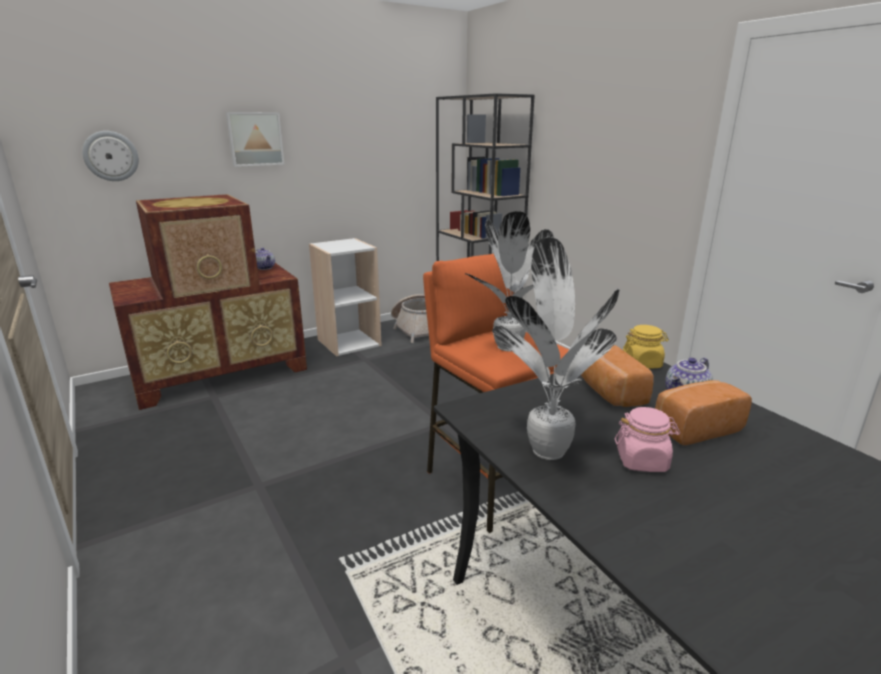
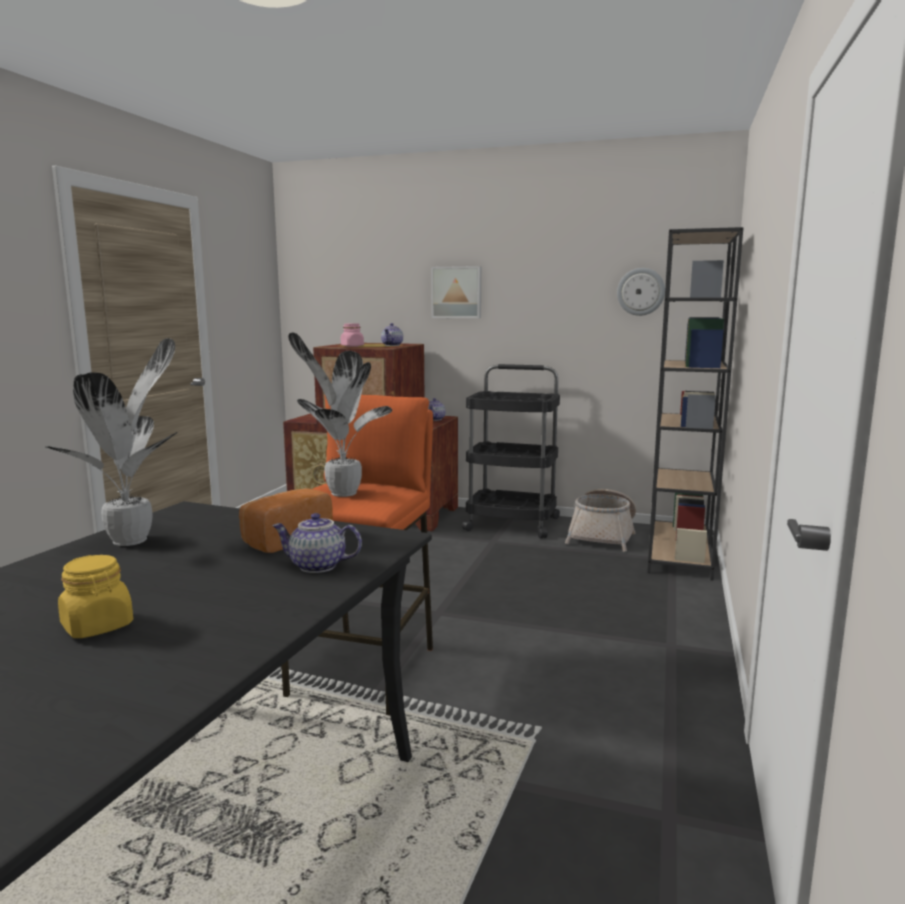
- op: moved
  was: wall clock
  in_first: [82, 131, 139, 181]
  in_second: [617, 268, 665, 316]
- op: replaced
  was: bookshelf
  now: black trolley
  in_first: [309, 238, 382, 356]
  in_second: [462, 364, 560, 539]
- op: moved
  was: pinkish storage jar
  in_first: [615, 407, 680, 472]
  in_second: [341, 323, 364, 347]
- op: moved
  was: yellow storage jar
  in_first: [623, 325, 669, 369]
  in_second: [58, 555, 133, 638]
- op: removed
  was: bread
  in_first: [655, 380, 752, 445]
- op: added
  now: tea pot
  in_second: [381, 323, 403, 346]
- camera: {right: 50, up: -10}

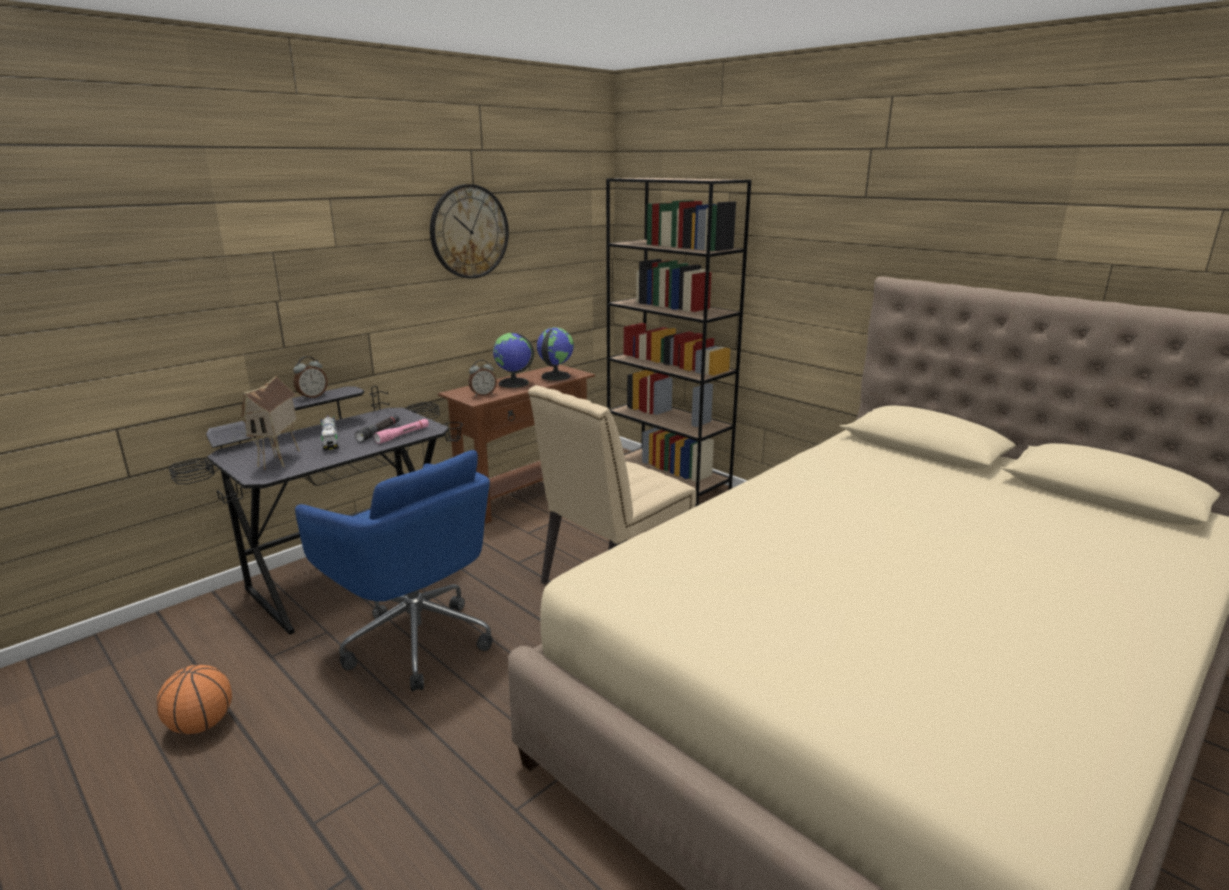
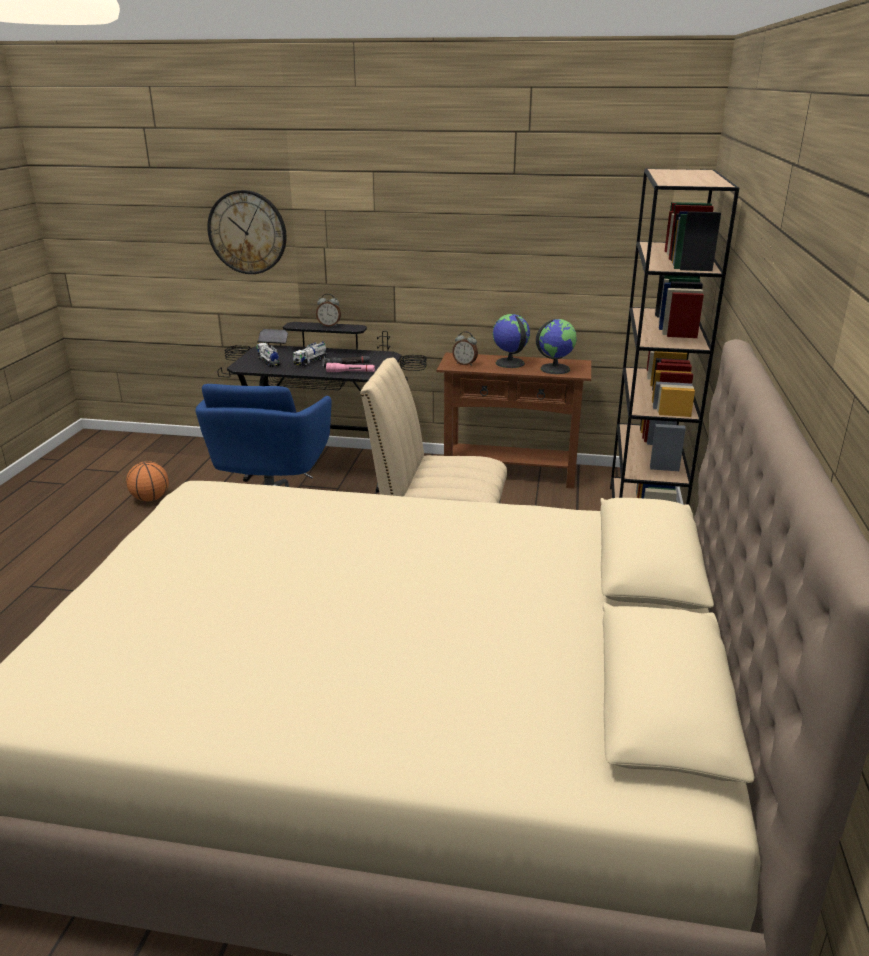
- op: replaced
  was: model house
  now: toy truck
  in_first: [241, 376, 300, 470]
  in_second: [256, 343, 280, 367]
- op: moved
  was: wall clock
  in_first: [430, 184, 509, 279]
  in_second: [207, 190, 287, 274]
- camera: {right: 55, up: 5}

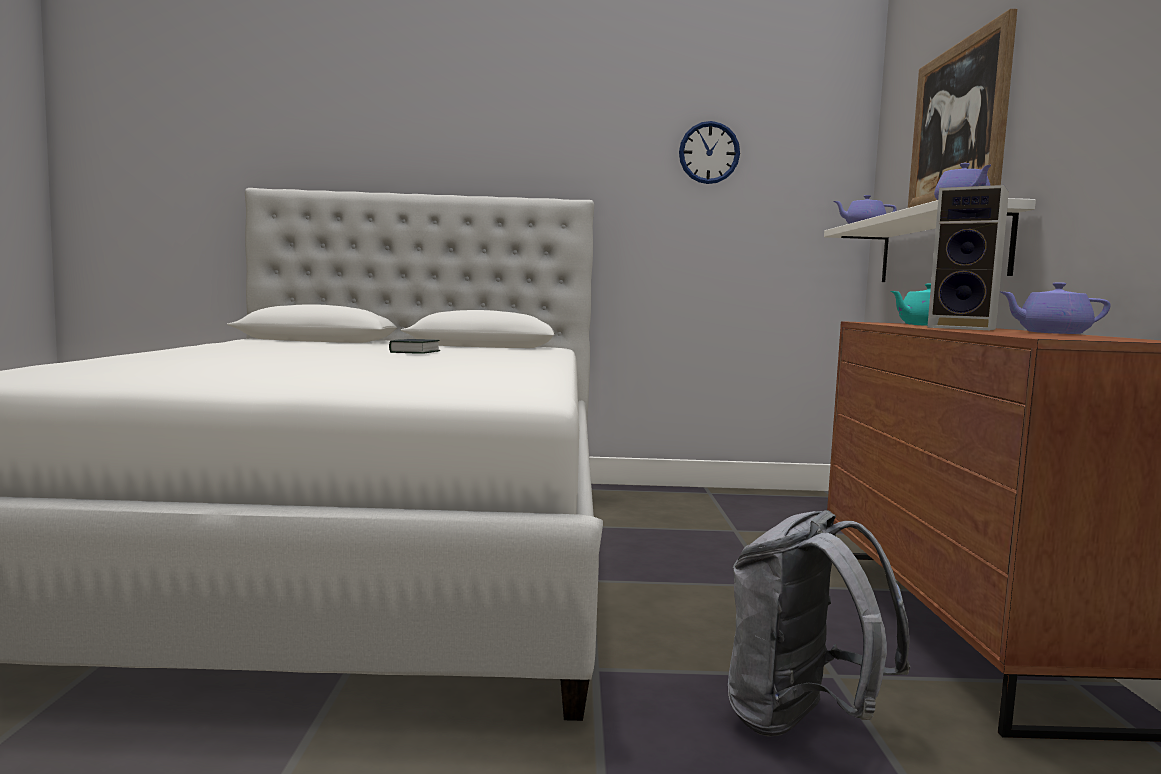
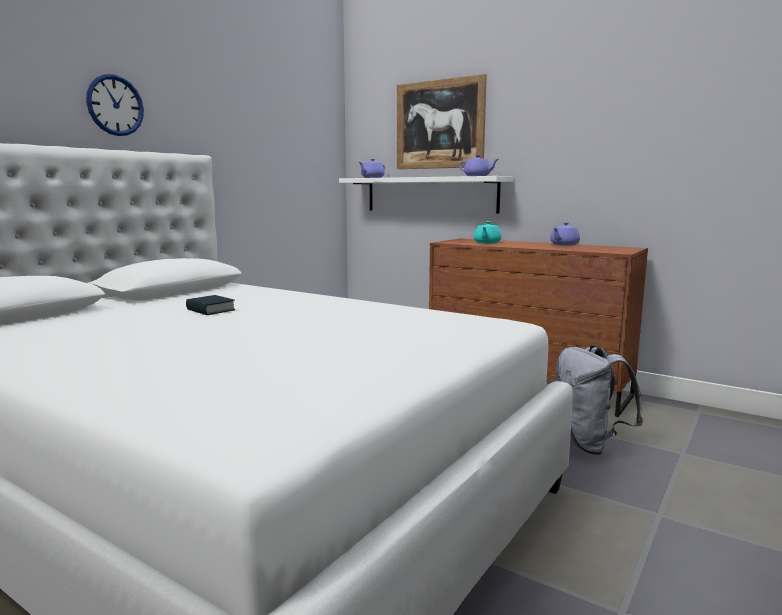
- op: moved
  was: wall clock
  in_first: [679, 121, 740, 184]
  in_second: [86, 74, 144, 136]
- op: removed
  was: loudspeaker
  in_first: [927, 185, 1009, 330]
- camera: {right: -55, up: 5}

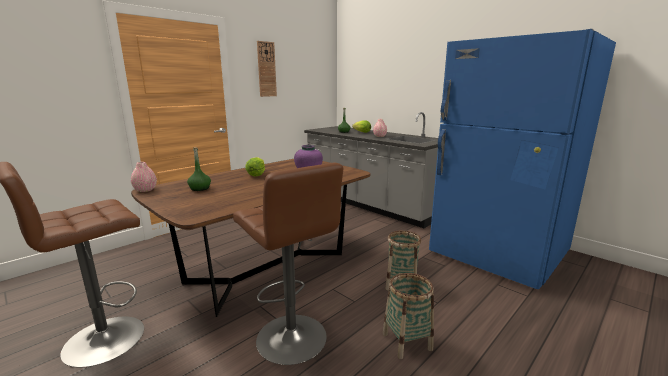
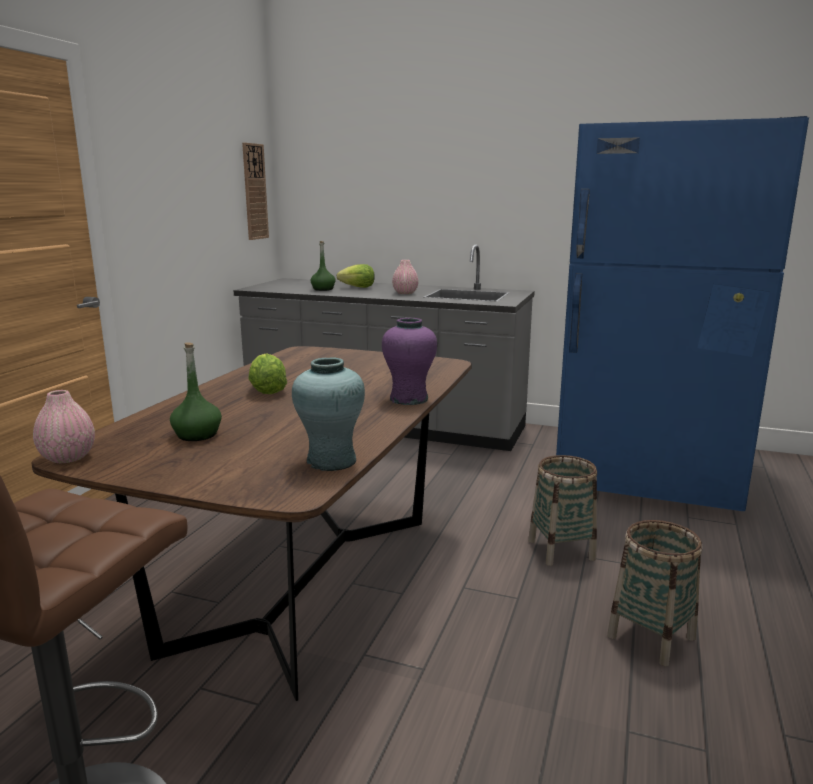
- op: removed
  was: brown-coloured stool
  in_first: [233, 163, 343, 365]
- op: moved
  was: wall clock
  in_first: [257, 41, 277, 97]
  in_second: [242, 143, 269, 240]
- op: added
  now: turquoise decorative vase
  in_second: [292, 358, 365, 471]
- camera: {right: -25, up: 0}

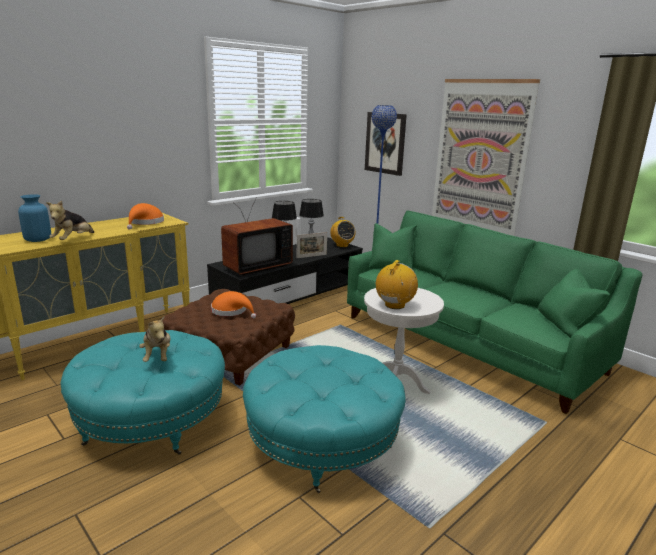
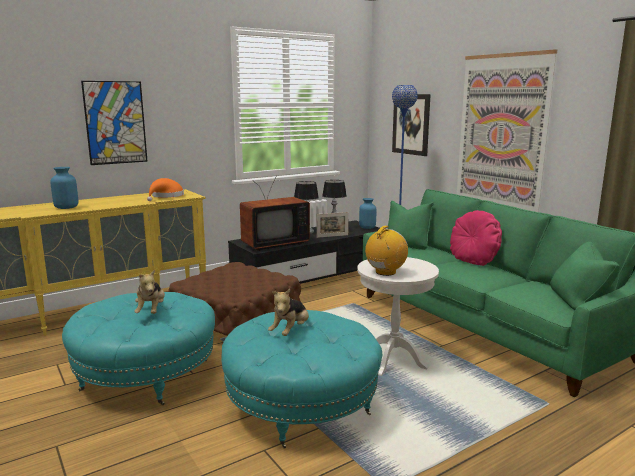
- op: moved
  was: soft toy
  in_first: [46, 200, 94, 240]
  in_second: [268, 289, 309, 336]
- op: removed
  was: orange wearable hat
  in_first: [211, 291, 256, 318]
- op: replaced
  was: radio receiver
  now: blue-coloured decorative vase
  in_first: [330, 217, 356, 247]
  in_second: [359, 198, 377, 229]
- op: added
  now: wall picture
  in_second: [81, 81, 148, 165]
- op: added
  now: pinkish throw pillow
  in_second: [450, 210, 502, 266]
- camera: {right: 10, up: -5}

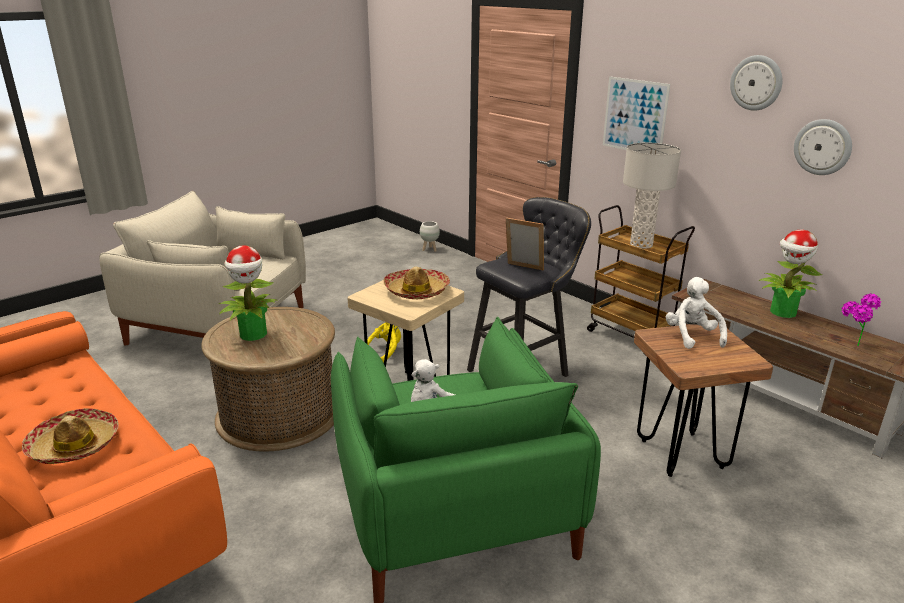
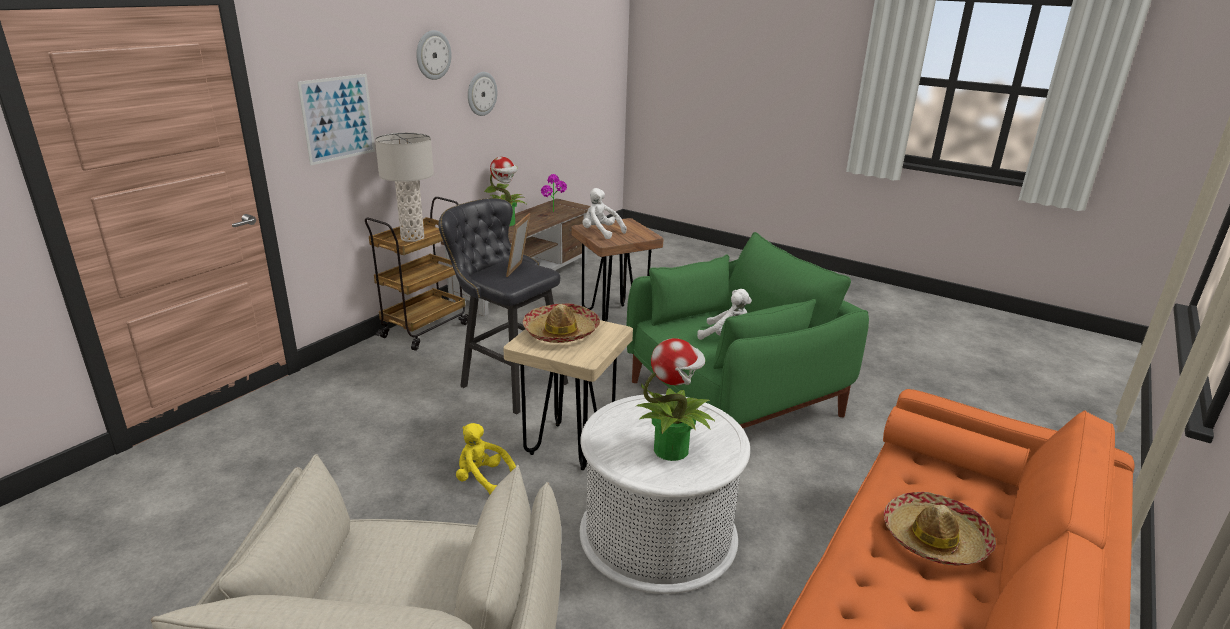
- op: recoloured
  was: brown-coloured low table
  now: white low table
  in_first: [201, 307, 335, 451]
  in_second: [580, 394, 750, 594]
- op: removed
  was: white flower pot
  in_first: [420, 221, 440, 252]
- op: turned
  was: white soft toy
  in_first: [666, 277, 727, 349]
  in_second: [583, 188, 627, 239]
  clockwise: 60
- camera: {right: -105, up: 0}

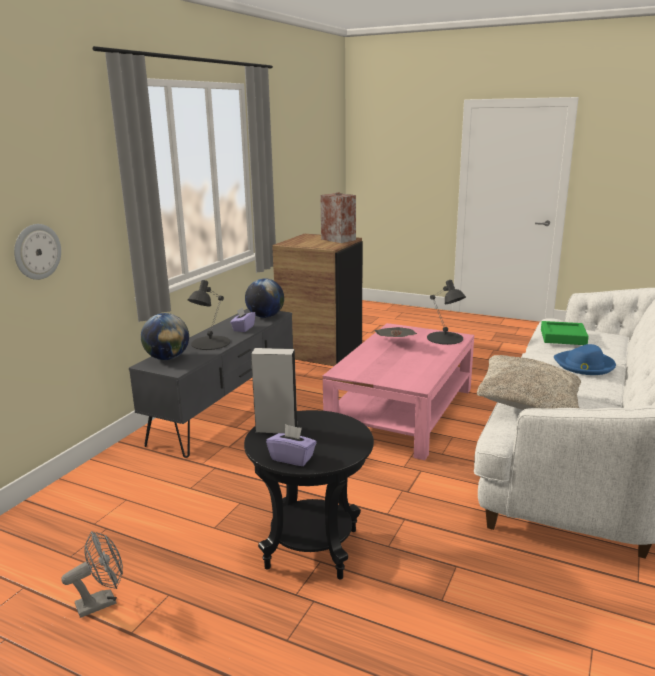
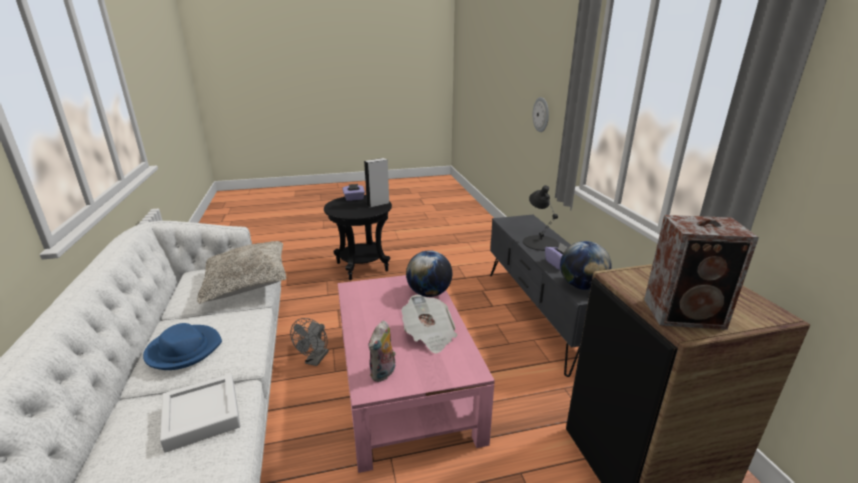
- op: moved
  was: gray fan
  in_first: [61, 531, 123, 618]
  in_second: [290, 318, 329, 366]
- op: moved
  was: world globe
  in_first: [141, 313, 189, 360]
  in_second: [406, 250, 452, 297]
- op: replaced
  was: black table lamp
  now: soft toy
  in_first: [427, 280, 466, 345]
  in_second: [368, 321, 396, 382]
- op: recoloured
  was: green-coloured tray
  now: white tray
  in_first: [541, 321, 589, 345]
  in_second: [160, 374, 240, 453]
- camera: {right: 140, up: 5}

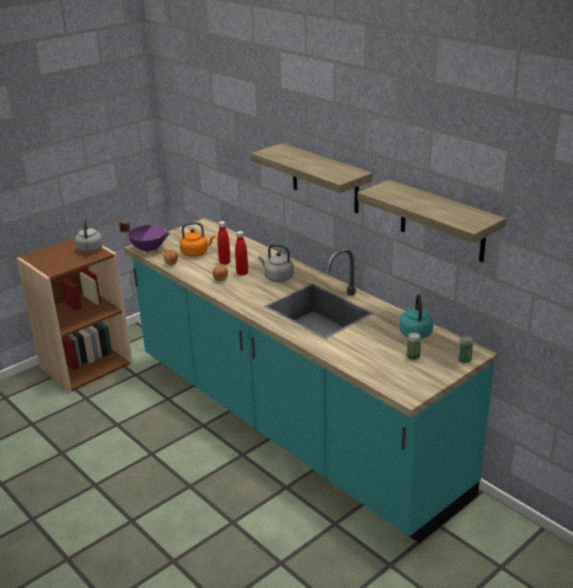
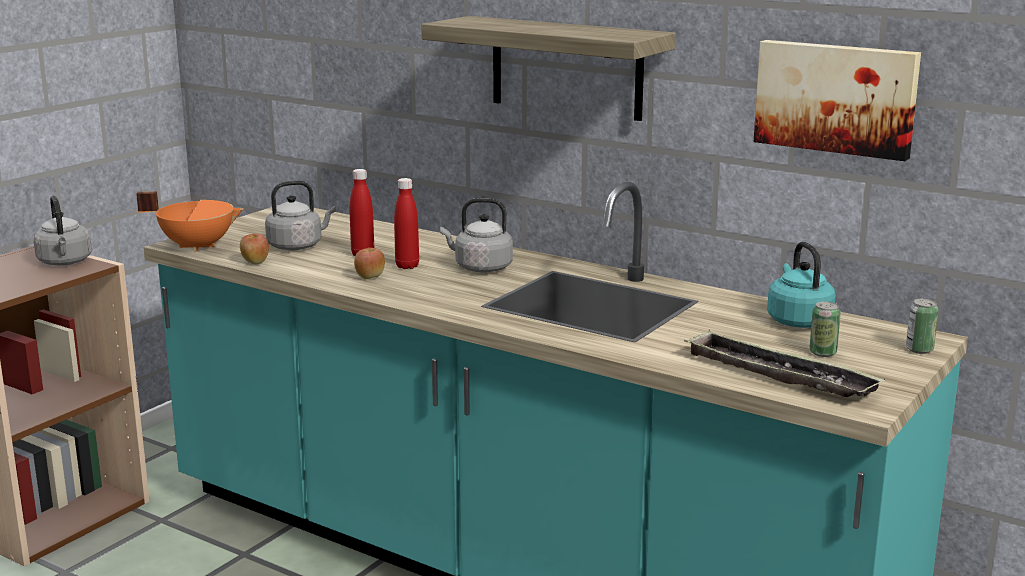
- op: recoloured
  was: purple stockpot
  now: orange stockpot
  in_first: [119, 222, 170, 254]
  in_second: [136, 191, 243, 252]
- op: recoloured
  was: orange kettle
  now: gray kettle
  in_first: [180, 222, 215, 257]
  in_second: [265, 181, 336, 250]
- op: replaced
  was: bracket shelf
  now: wall picture
  in_first: [357, 180, 506, 262]
  in_second: [754, 40, 921, 161]
- op: added
  now: tray
  in_second: [684, 330, 885, 397]
- camera: {right: -15, up: -10}

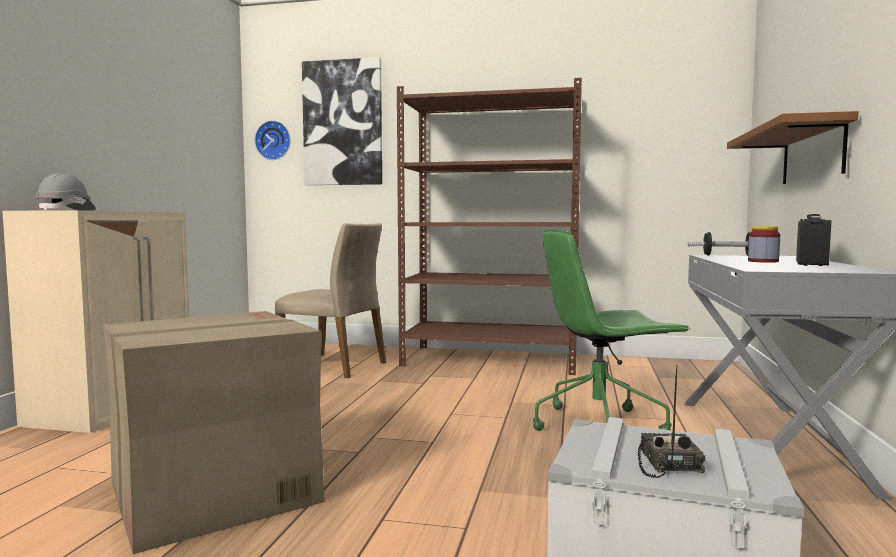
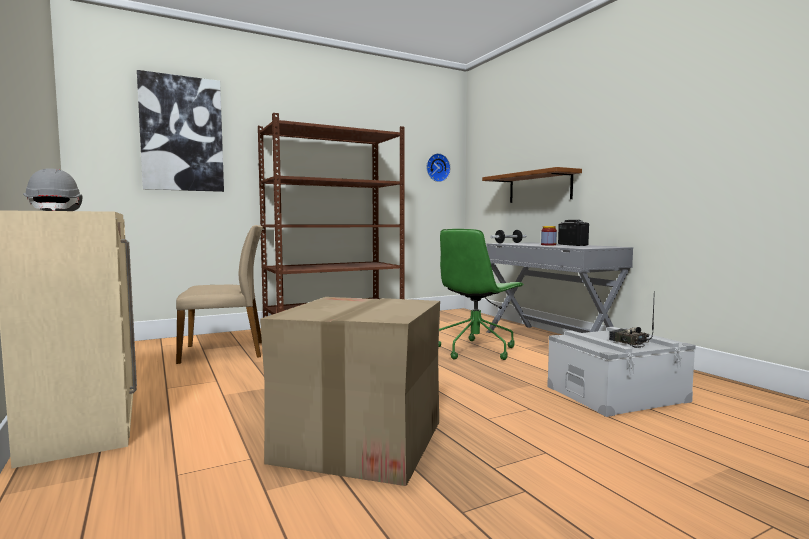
- op: moved
  was: wall clock
  in_first: [255, 120, 291, 160]
  in_second: [426, 153, 451, 182]
- camera: {right: -40, up: 0}

